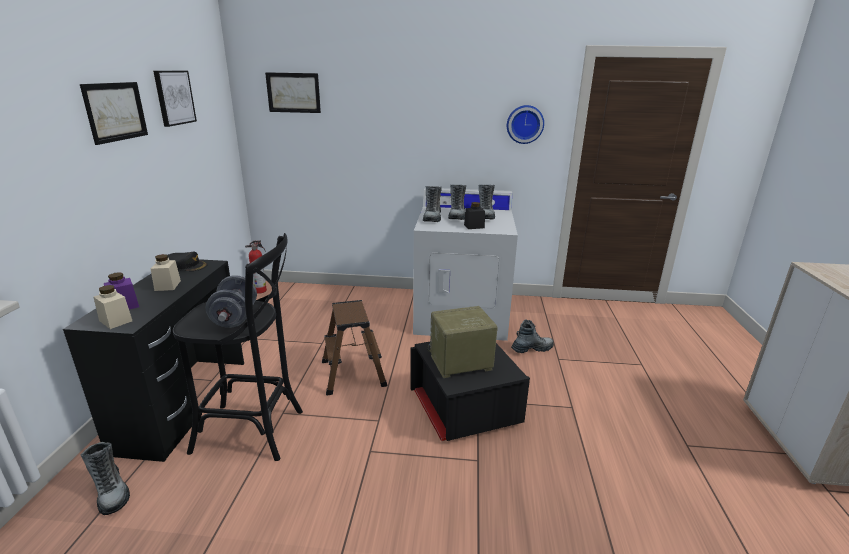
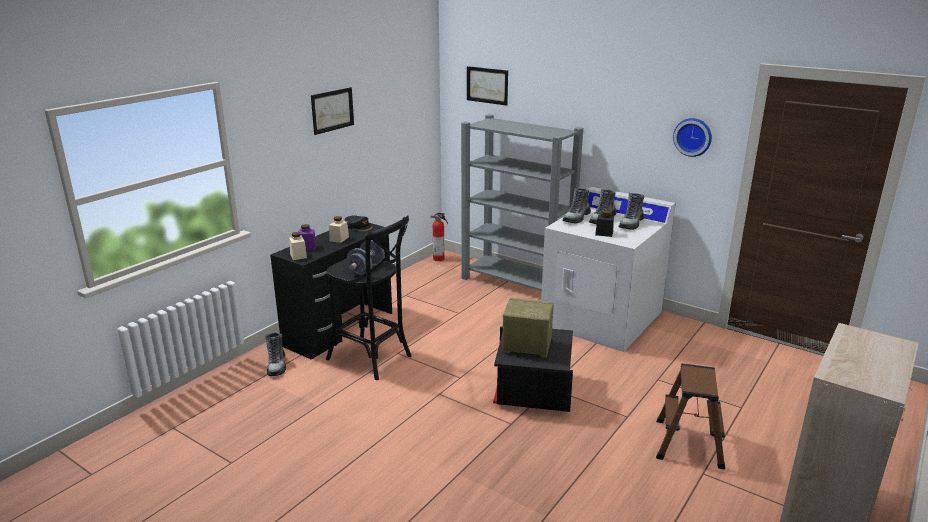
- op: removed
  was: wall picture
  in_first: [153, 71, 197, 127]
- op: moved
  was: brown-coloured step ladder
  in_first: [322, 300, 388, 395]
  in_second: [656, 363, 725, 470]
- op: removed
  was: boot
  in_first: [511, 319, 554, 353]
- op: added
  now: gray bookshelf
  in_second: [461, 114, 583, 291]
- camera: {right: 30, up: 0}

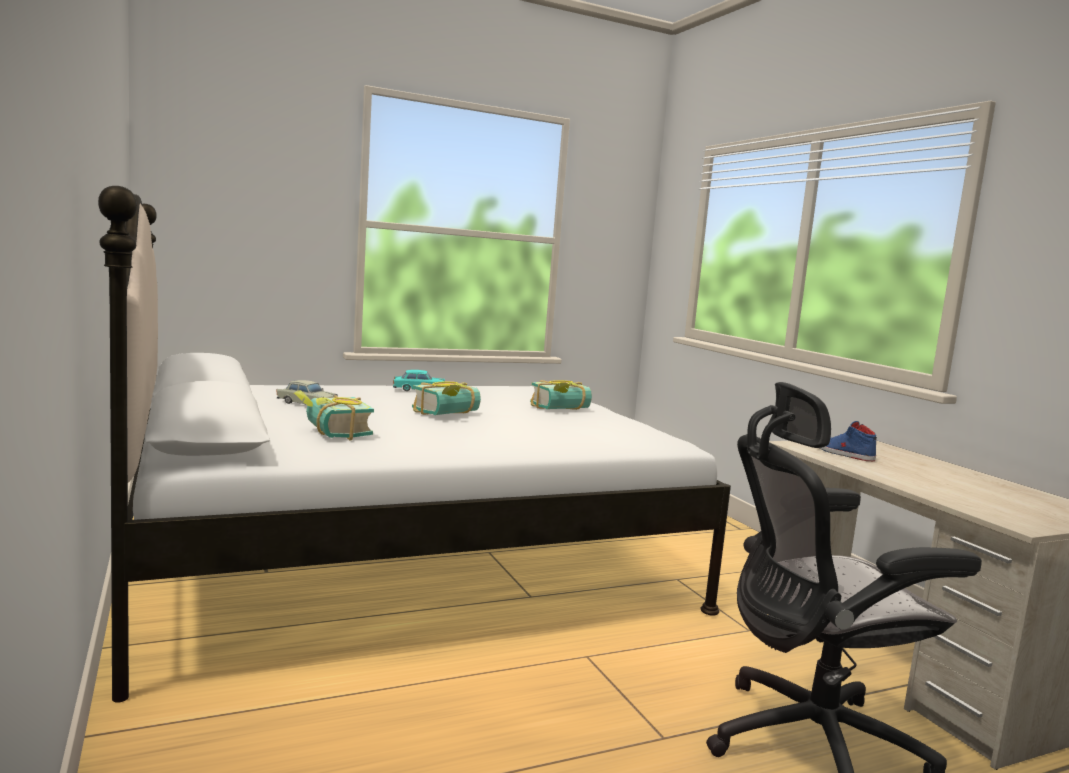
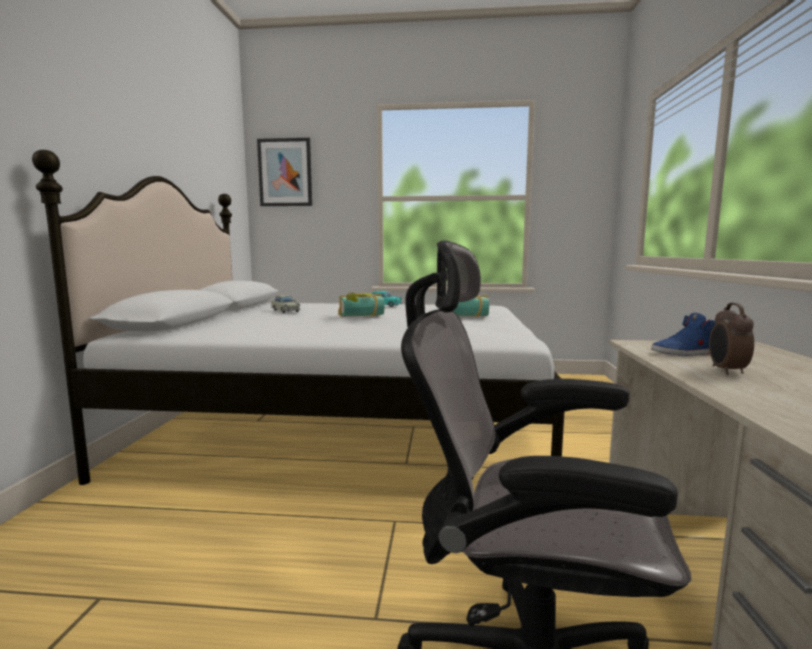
- op: removed
  was: book
  in_first: [294, 390, 374, 440]
- op: turned
  was: blue-coloured low shoe
  in_first: [819, 421, 877, 461]
  in_second: [651, 313, 715, 356]
  clockwise: -90
- op: added
  now: wall picture
  in_second: [257, 138, 312, 206]
- op: added
  now: alarm clock
  in_second: [709, 303, 754, 375]
- camera: {right: 30, up: 0}

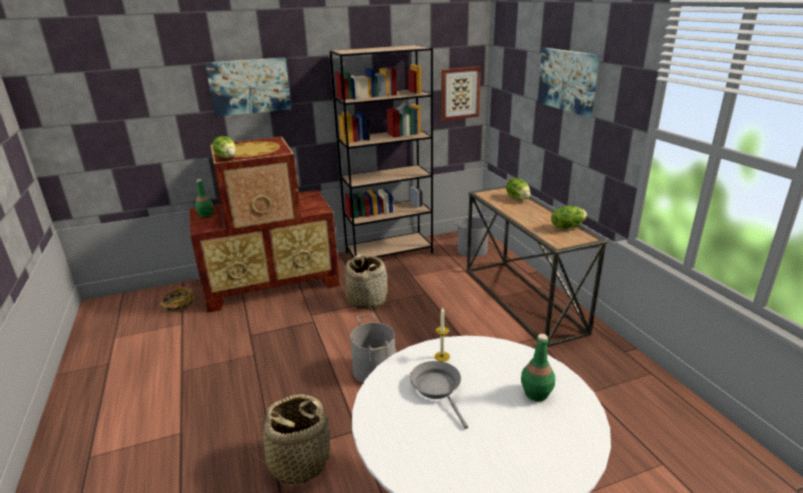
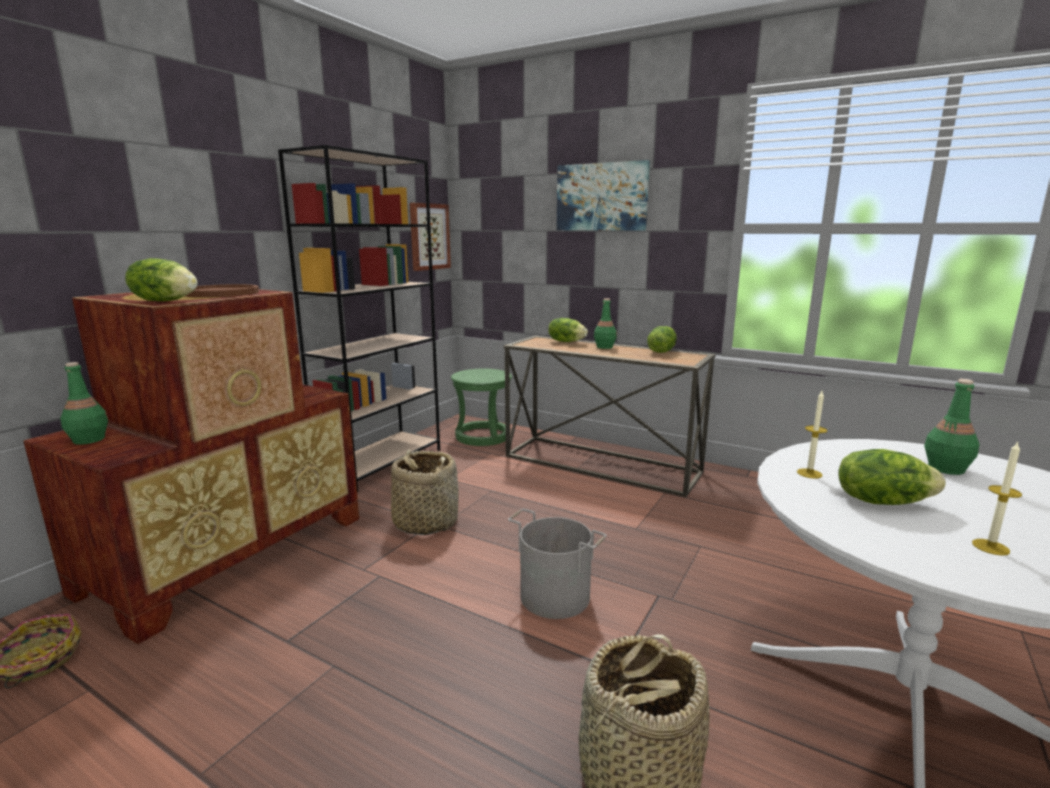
- op: removed
  was: wall picture
  in_first: [205, 57, 291, 117]
- op: replaced
  was: gray skillet
  now: head of lettuce
  in_first: [410, 361, 468, 429]
  in_second: [838, 449, 946, 505]
- op: replaced
  was: gray pail
  now: green-coloured stool
  in_first: [454, 213, 493, 257]
  in_second: [451, 369, 512, 446]
- op: added
  now: brown-coloured dinner plate
  in_second: [185, 284, 259, 297]
- op: added
  now: green-coloured beverage bottle
  in_second: [594, 298, 617, 349]
- op: added
  now: candle
  in_second: [972, 441, 1022, 556]
- camera: {right: -40, up: -10}

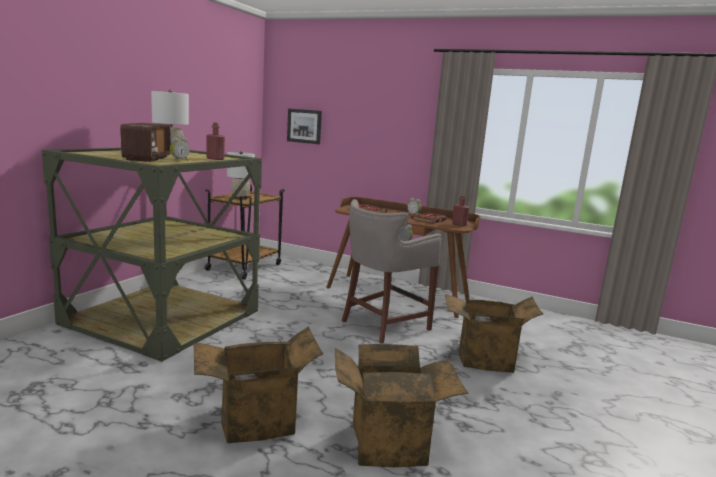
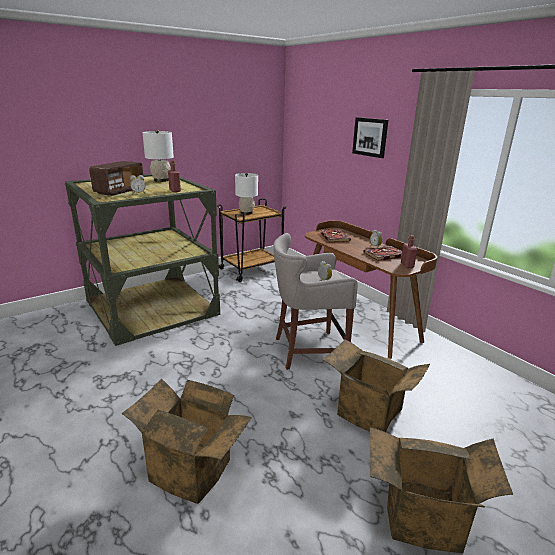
- op: moved
  was: cardboard box
  in_first: [194, 326, 323, 443]
  in_second: [370, 427, 513, 553]
- op: moved
  was: wall picture
  in_first: [287, 108, 322, 144]
  in_second: [352, 117, 388, 158]
- camera: {right: 30, up: 10}

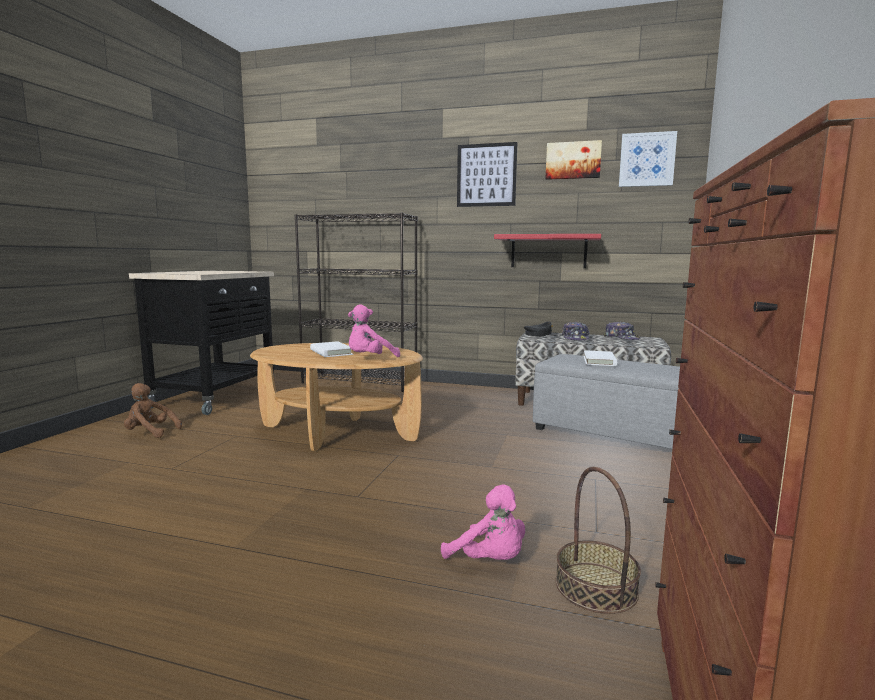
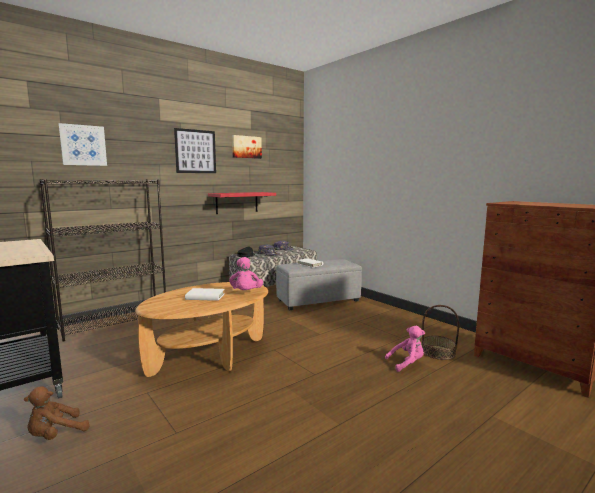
- op: moved
  was: wall picture
  in_first: [619, 131, 677, 187]
  in_second: [59, 123, 107, 166]
- camera: {right: -55, up: 0}

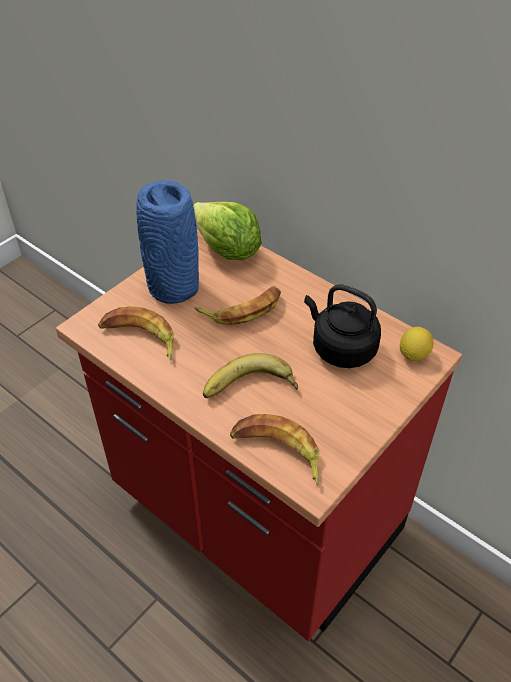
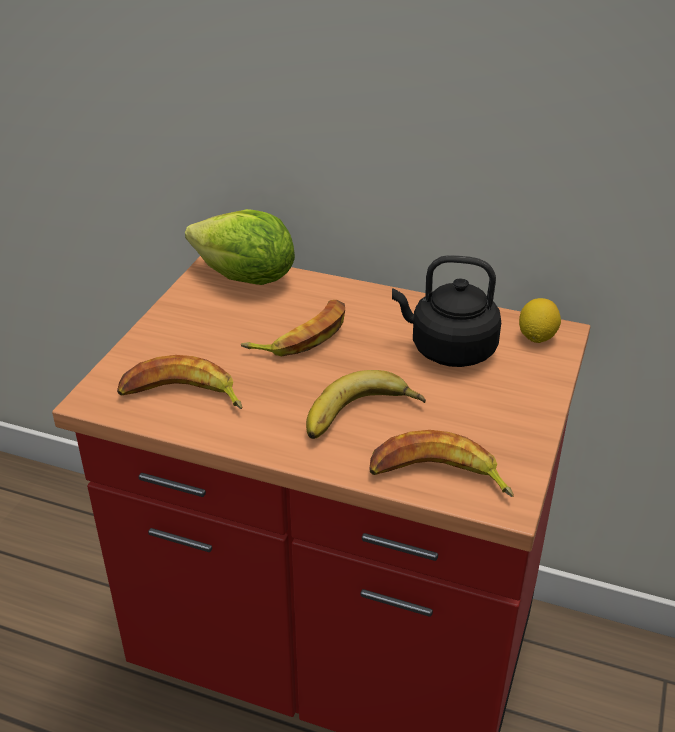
- op: removed
  was: blue-coloured decorative vase
  in_first: [136, 180, 199, 304]
- camera: {right: -20, up: -10}

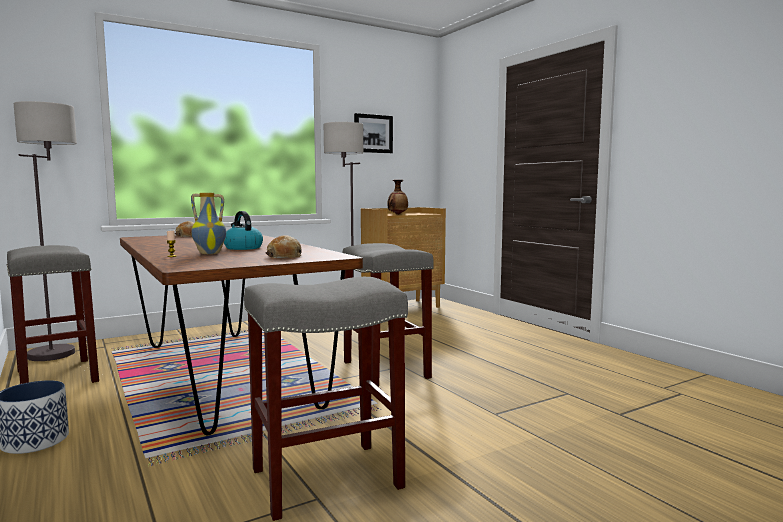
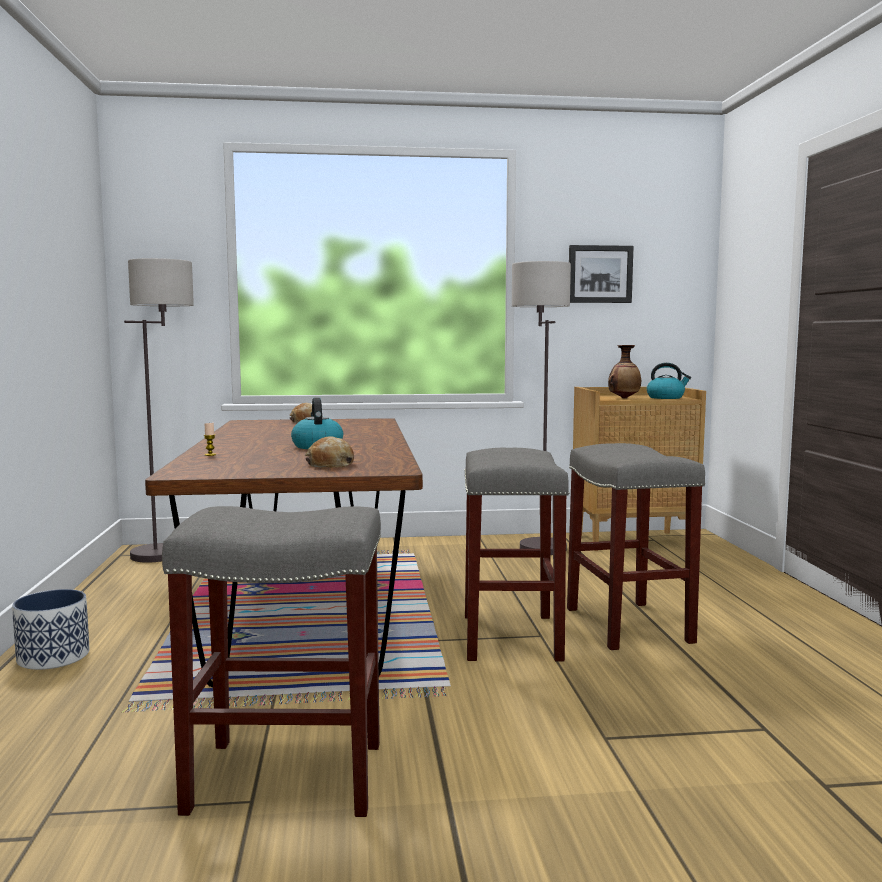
- op: moved
  was: gray stool
  in_first: [7, 245, 99, 384]
  in_second: [567, 443, 705, 650]
- op: removed
  was: decorative vase
  in_first: [191, 193, 226, 254]
- op: added
  now: kettle
  in_second: [647, 363, 691, 399]
- camera: {right: 25, up: 0}

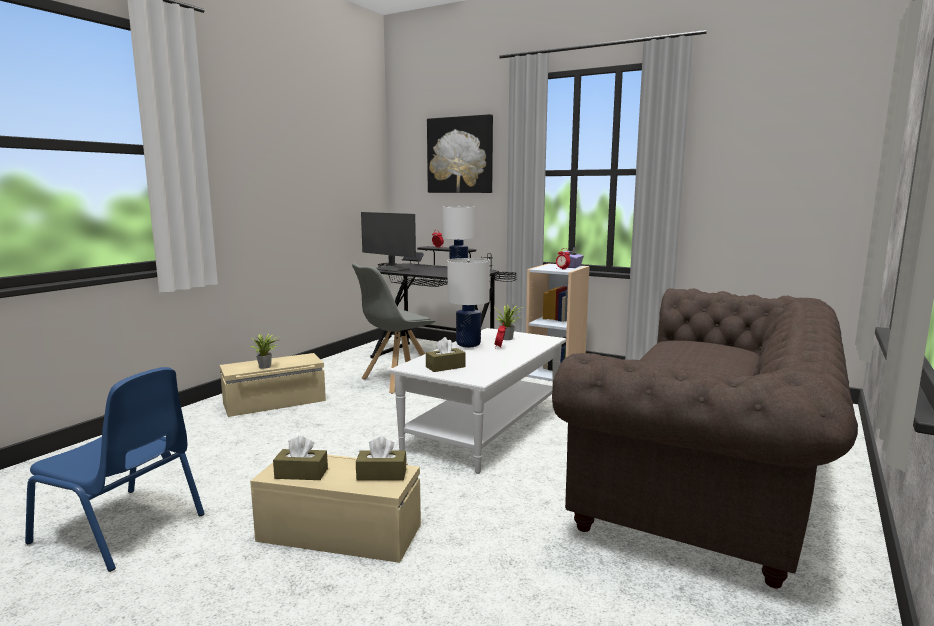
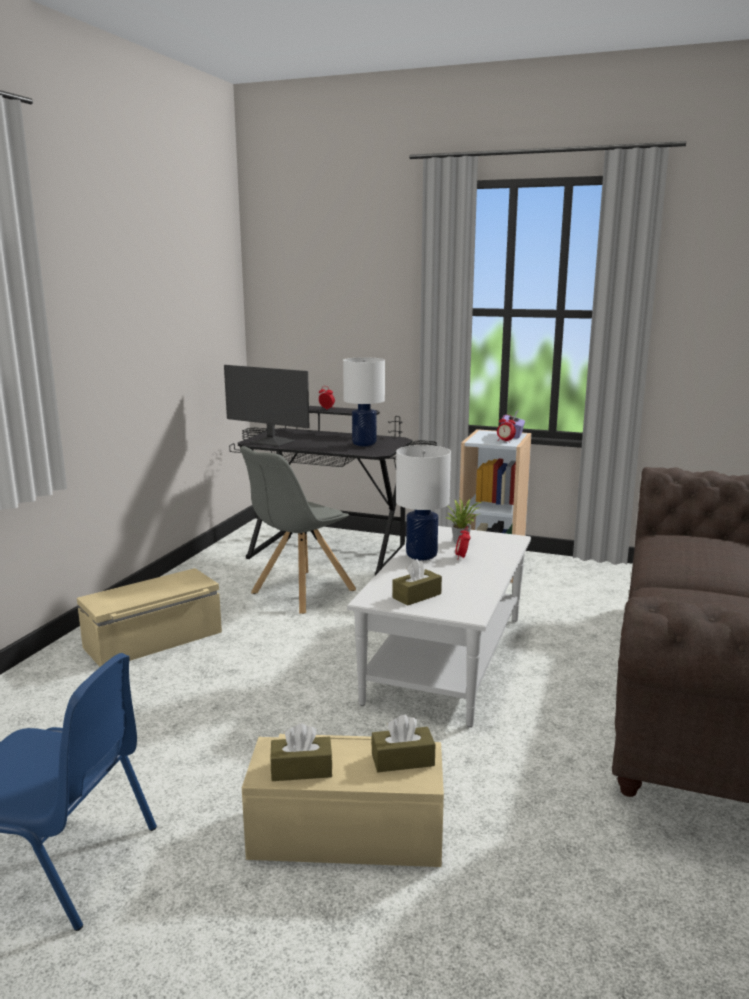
- op: removed
  was: houseplant
  in_first: [251, 334, 279, 369]
- op: removed
  was: wall picture
  in_first: [427, 114, 493, 193]
- camera: {right: -10, up: 5}

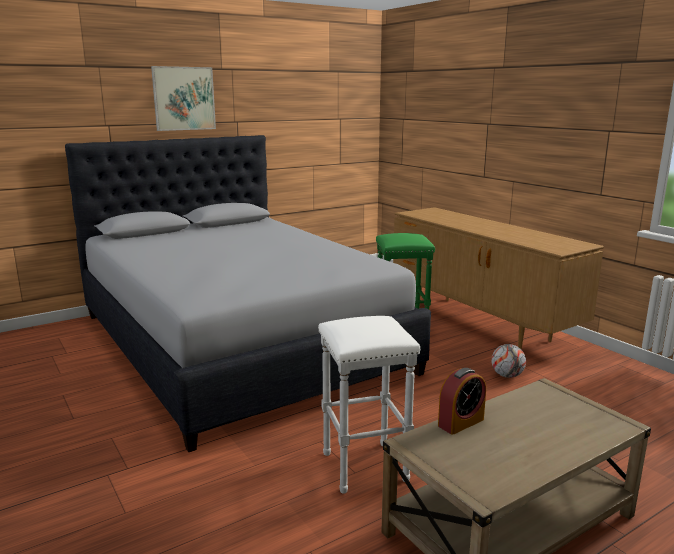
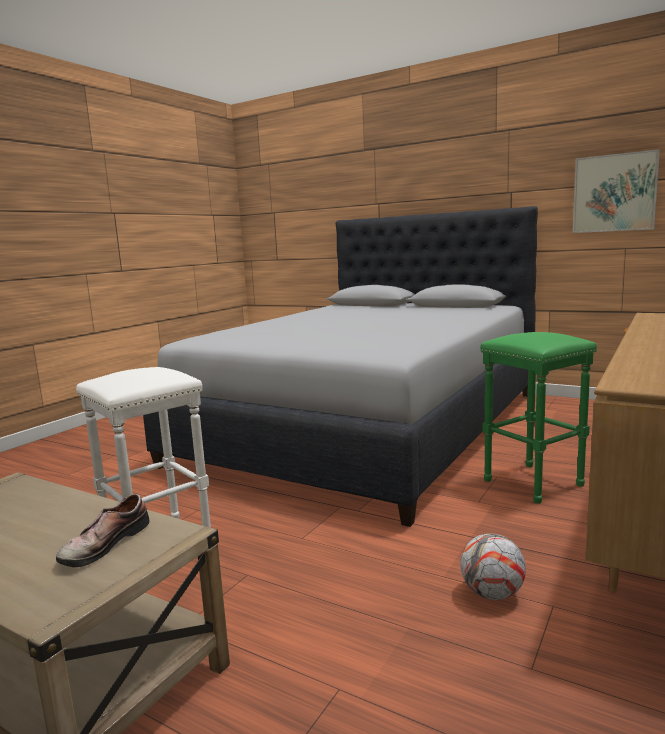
- op: moved
  was: wall picture
  in_first: [151, 66, 216, 131]
  in_second: [573, 149, 660, 233]
- op: removed
  was: alarm clock
  in_first: [438, 368, 486, 435]
- op: added
  now: low shoe
  in_second: [56, 494, 149, 567]
- camera: {right: 65, up: -5}

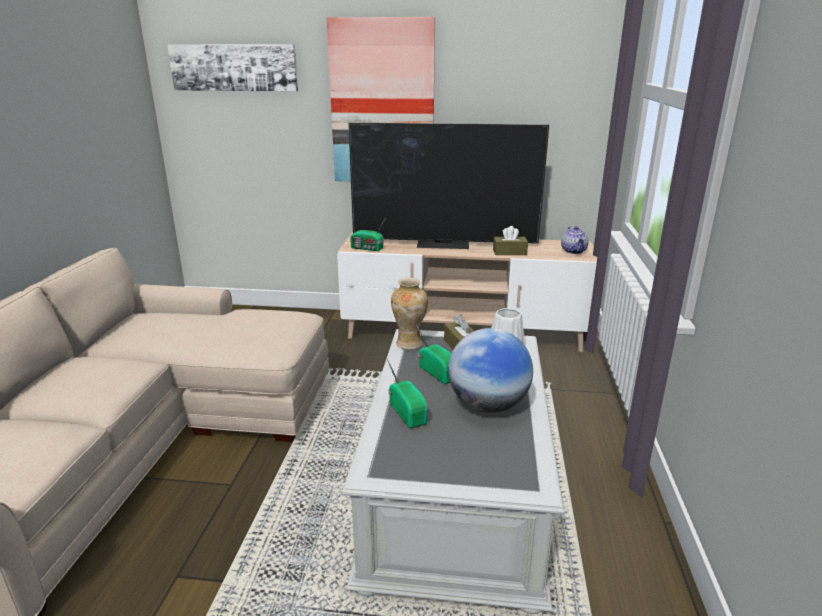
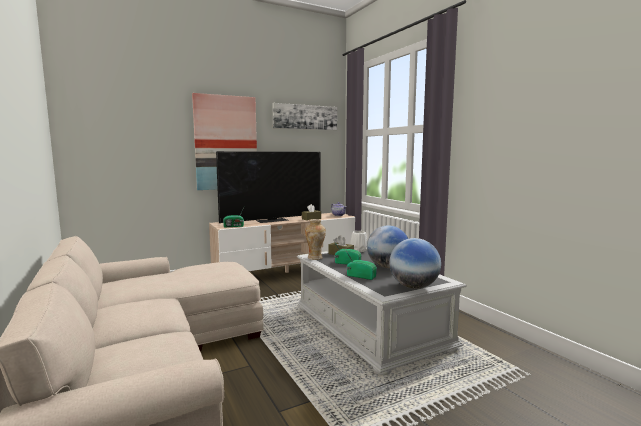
- op: moved
  was: wall picture
  in_first: [167, 44, 298, 91]
  in_second: [272, 103, 337, 130]
- op: added
  now: world globe
  in_second: [389, 238, 441, 289]
- camera: {right: -35, up: -15}

